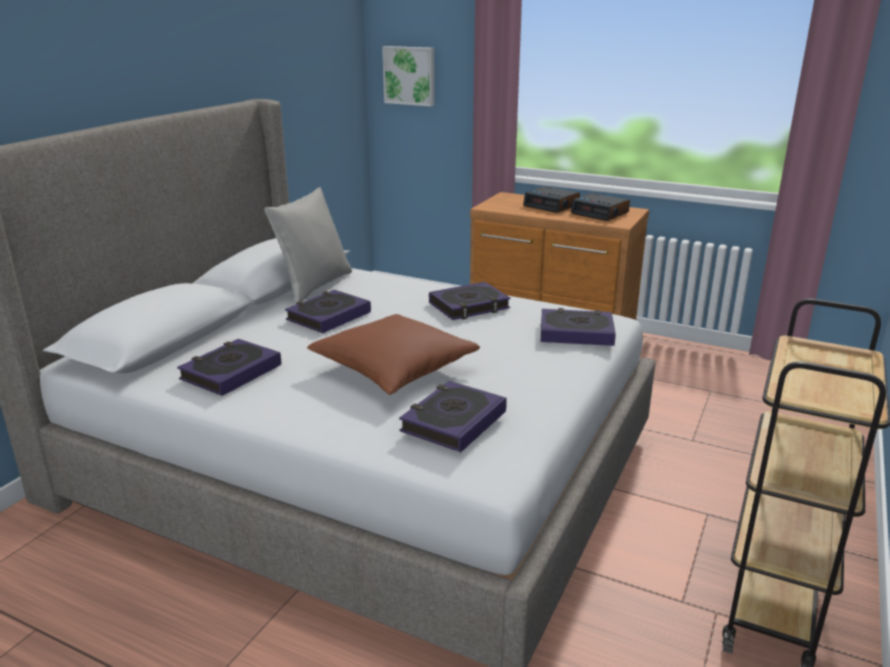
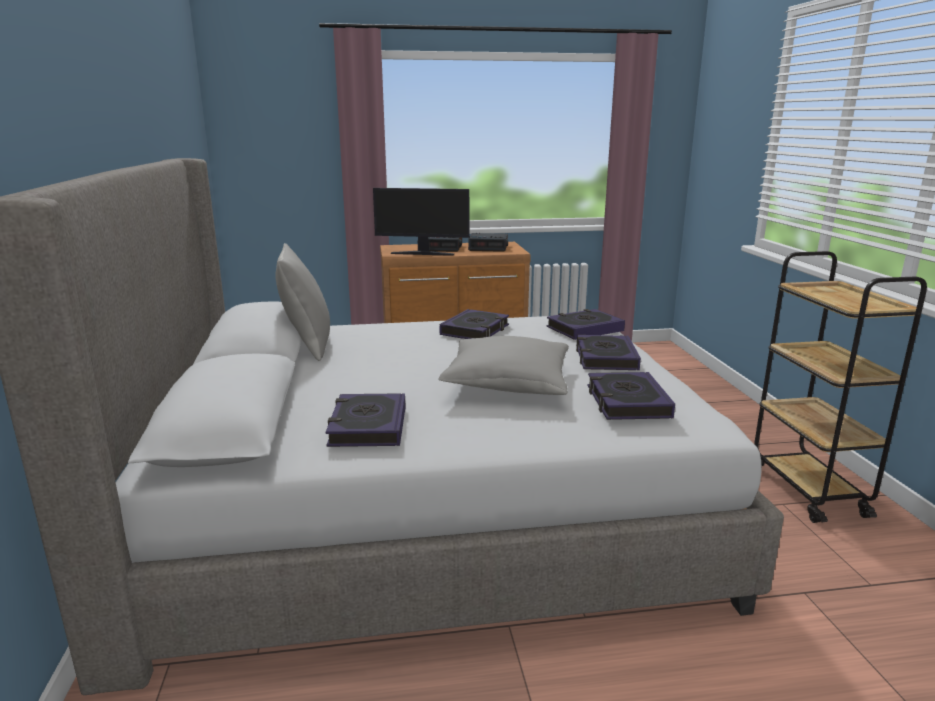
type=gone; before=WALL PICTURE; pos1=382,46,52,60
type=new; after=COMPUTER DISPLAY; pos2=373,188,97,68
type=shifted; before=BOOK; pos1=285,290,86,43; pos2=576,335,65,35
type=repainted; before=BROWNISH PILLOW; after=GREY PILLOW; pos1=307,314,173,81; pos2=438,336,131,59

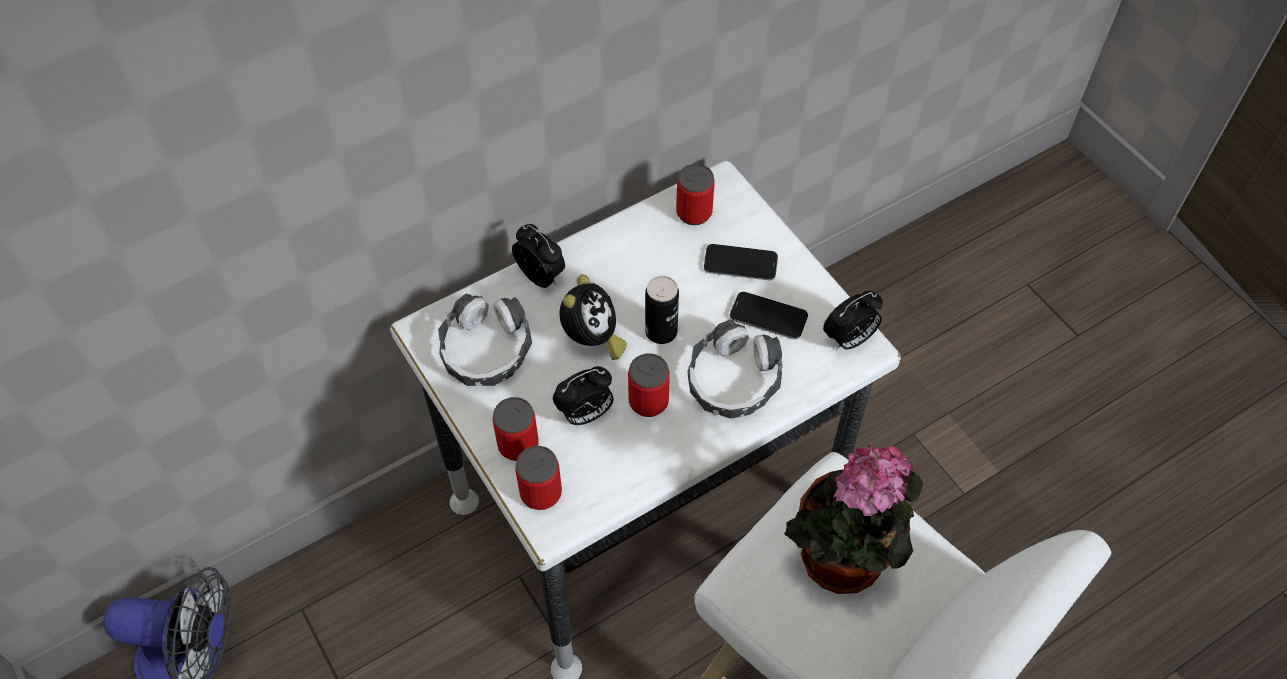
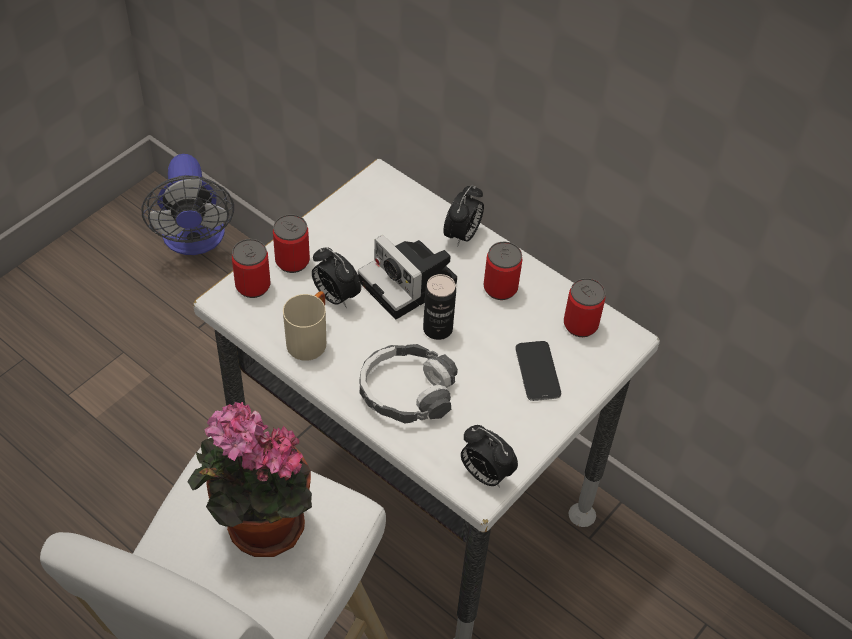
type=gone; before=PAIR OF HEADPHONES; pos1=438,294,94,92
type=gone; before=HANDSET; pos1=730,292,78,47
type=new; after=BEIGE-COLOURED TEA MUG; pos2=283,291,43,70
type=shifted; before=SEALED CAN; pos1=628,353,42,64; pos2=484,242,39,58
type=swapped; before=TABLE CLOCK; after=STILL CAMERA; pos1=560,274,67,86; pos2=358,235,99,84

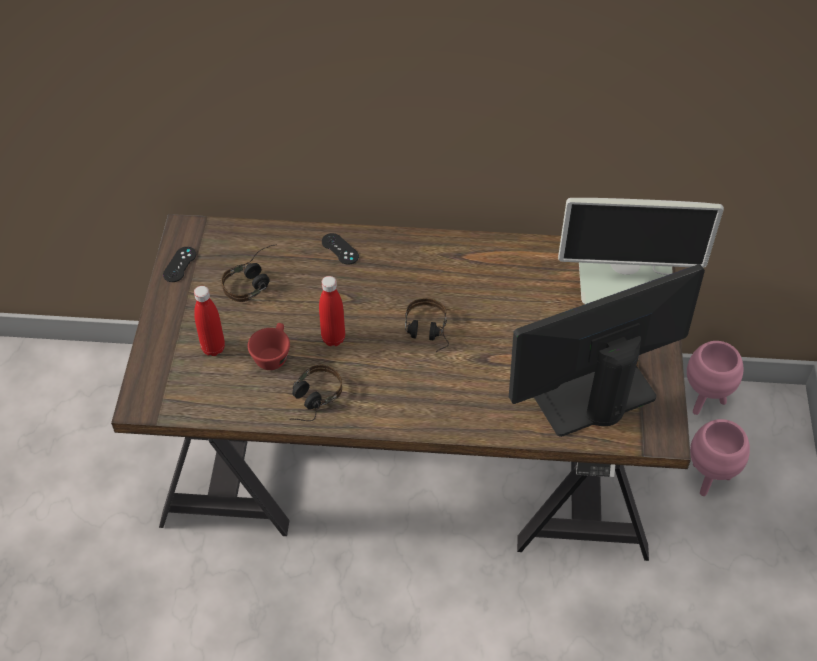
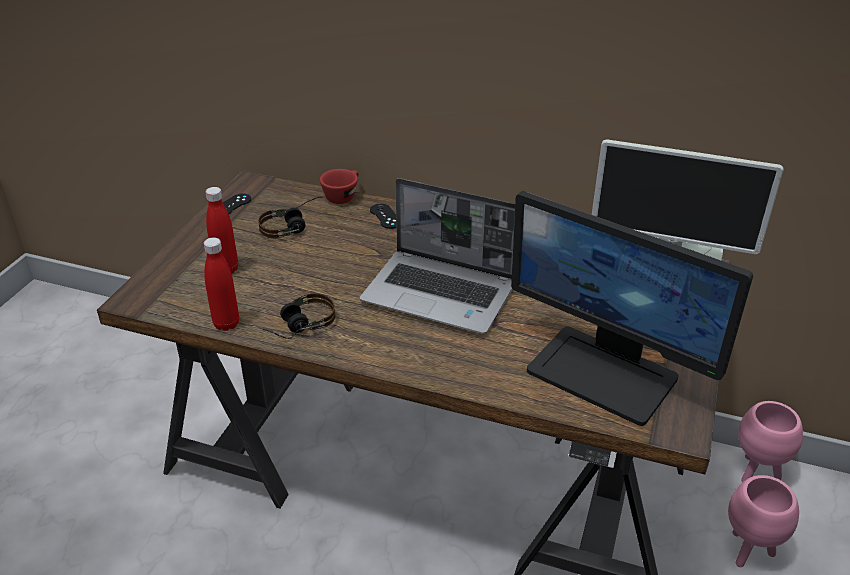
type=shifted; before=RED-COLOURED DRINKING CUP; pos1=248,323,42,47; pos2=320,169,39,35
type=shifted; before=RED-COLOURED DRINK BOTTLE; pos1=319,276,26,70; pos2=204,238,35,93
type=swapped; before=PAIR OF HEADPHONES; after=NOTEBOOK COMPUTER; pos1=405,298,44,54; pos2=360,178,155,156
type=rotated; before=COMPUTER DISPLAY; pos1=509,264,196,173; pos2=511,191,242,235; turn=-135

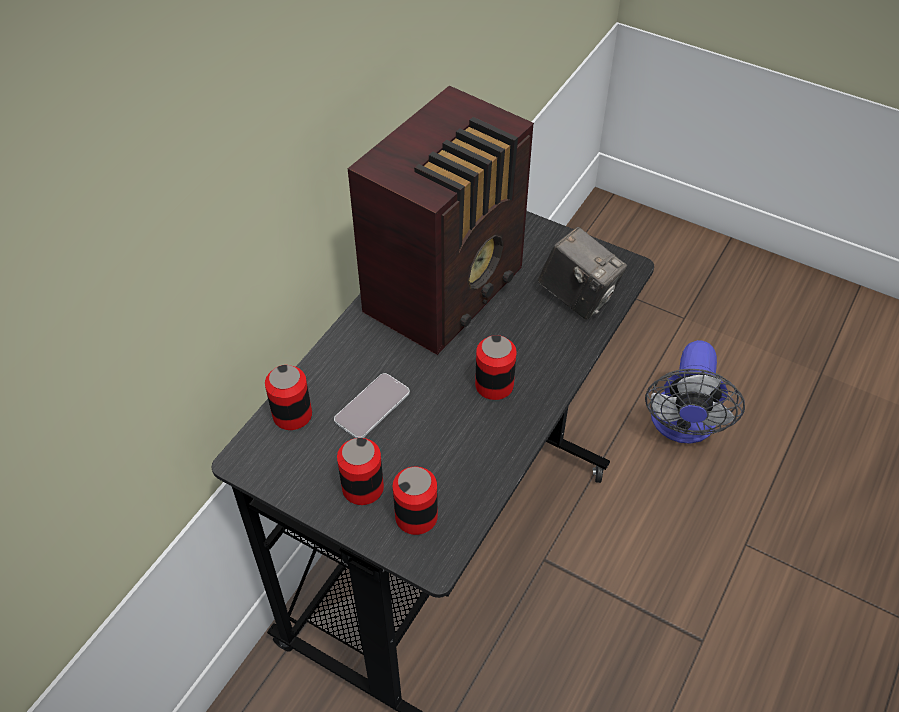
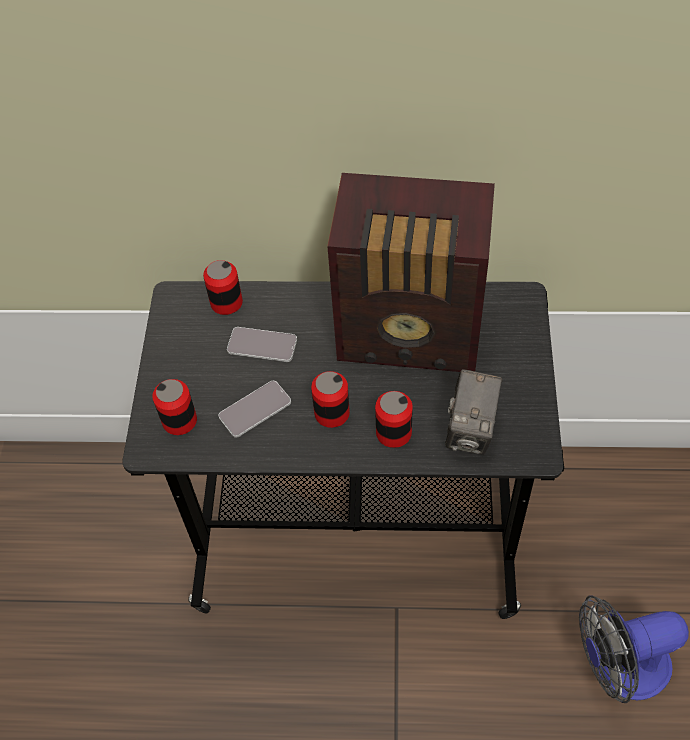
type=new; after=HANDSET; pos2=218,381,73,57
type=shifted; before=SEALED CAN; pos1=337,438,47,67; pos2=375,391,38,57

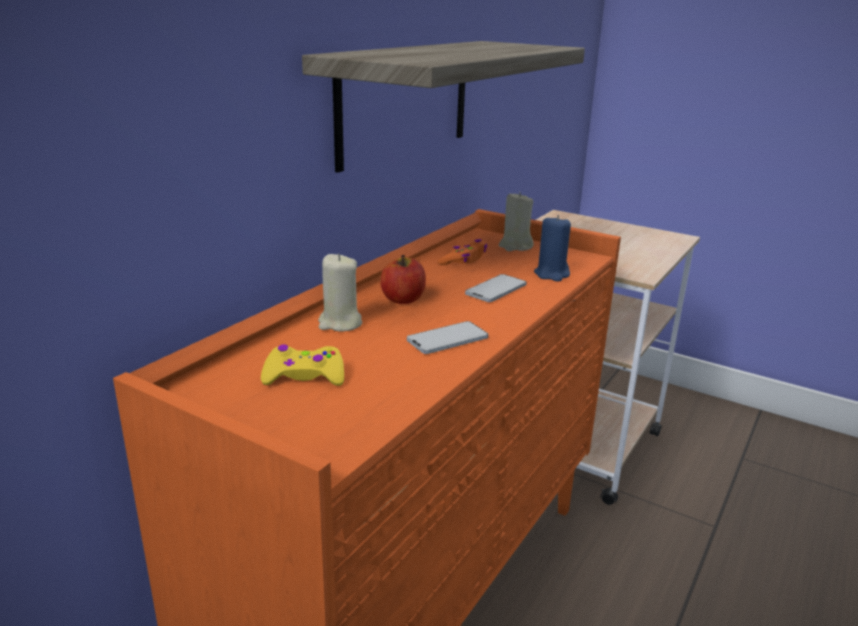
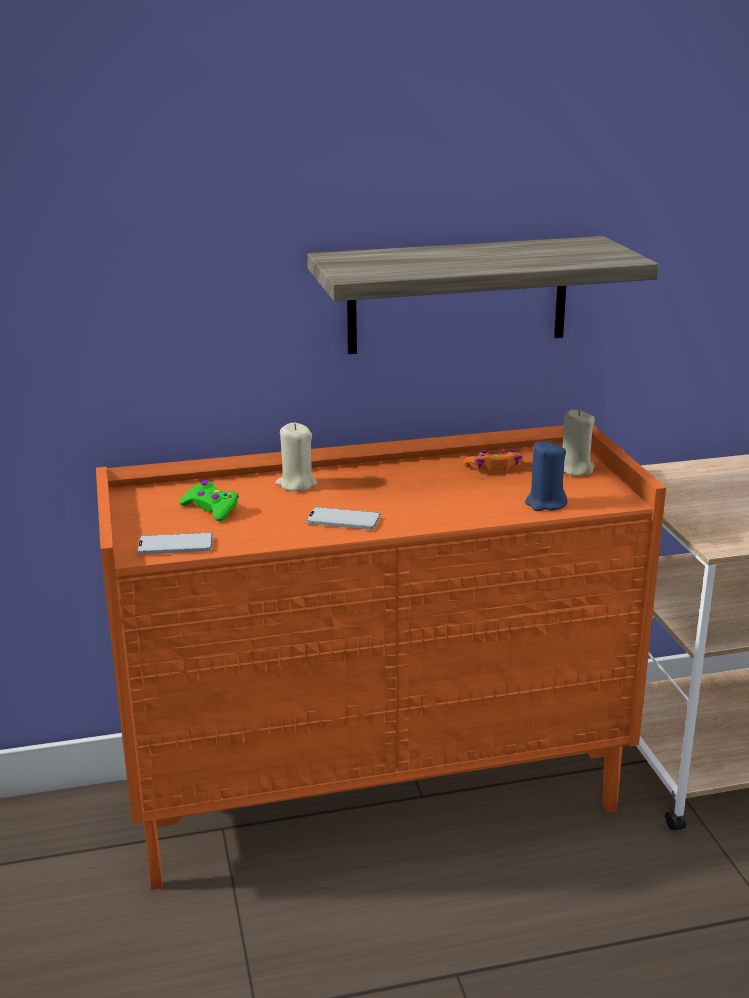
type=gone; before=APPLE; pos1=380,255,46,49
type=shifted; before=HANDSET; pos1=465,274,62,28; pos2=137,533,76,21
type=repainted; before=YELLOW-COLOURED JOYPAD; after=GREENISH JOYPAD; pos1=261,345,83,41; pos2=179,480,60,41

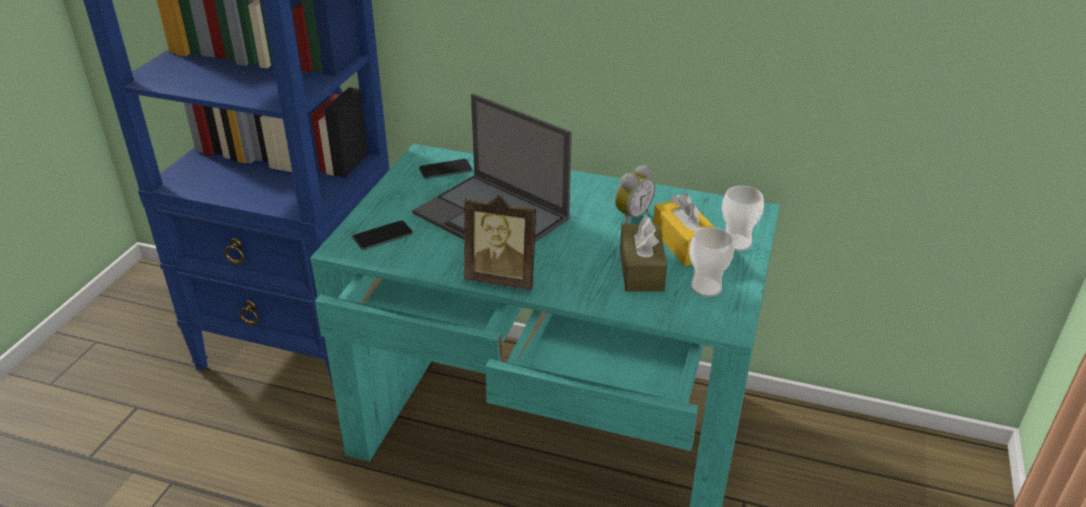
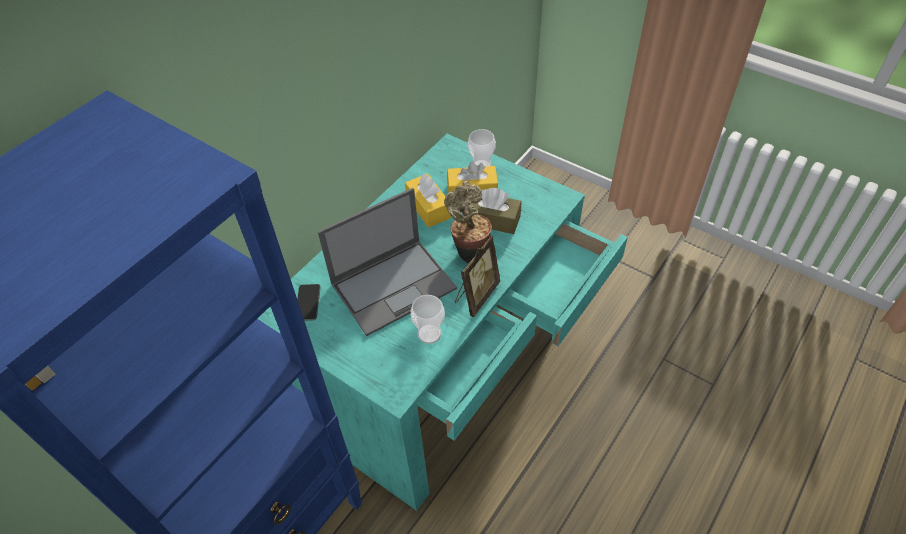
type=gone; before=HANDSET; pos1=353,220,60,30
type=new; after=POTTED PLANT; pos2=444,181,48,83
type=shifted; before=DRINKING CUP; pos1=689,227,45,70; pos2=411,295,34,49
type=swapped; before=TABLE CLOCK; after=YELLOW-COLOURED TISSUE HOLDER; pos1=615,165,40,59; pos2=405,174,46,54

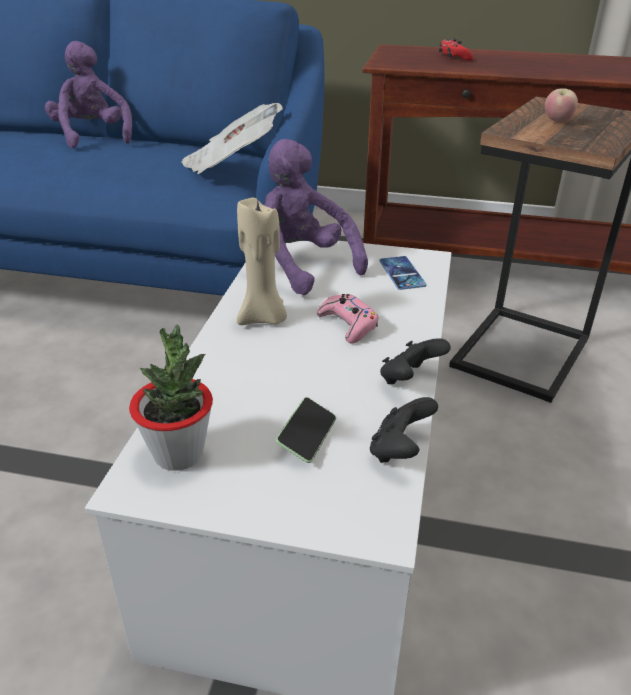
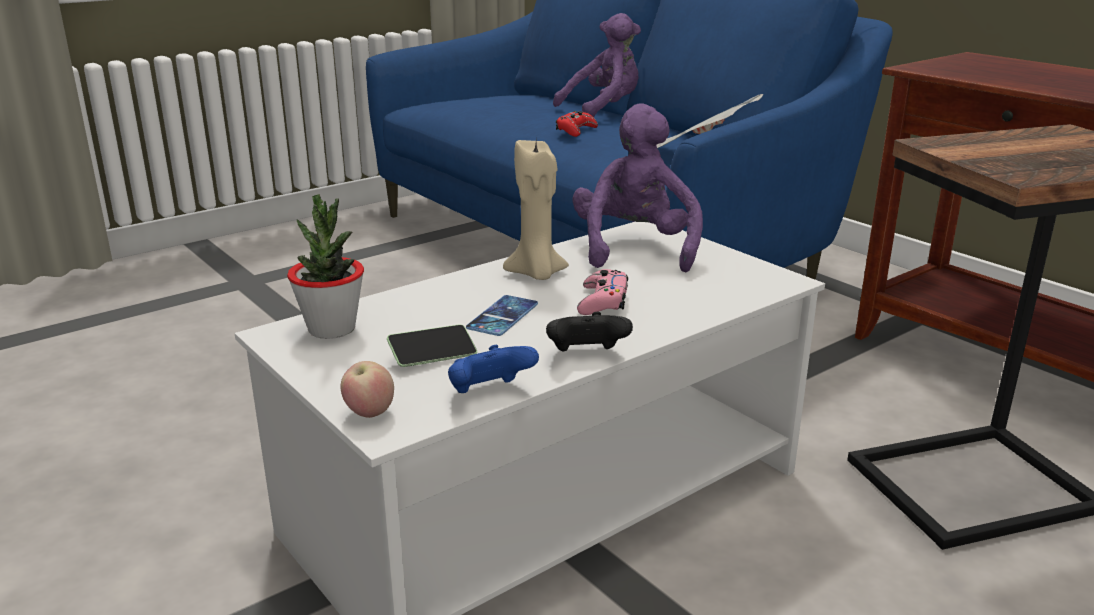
type=shifted; before=HANDSET; pos1=379,256,48,34; pos2=466,295,72,41
type=shifted; before=RED-COLOURED JOYPAD; pos1=439,38,35,23; pos2=556,111,42,26
type=shifted; before=APPLE; pos1=545,88,33,35; pos2=340,361,54,57
type=repainted; before=BLACK-COLOURED JOYPAD; after=BLUE-COLOURED JOYPAD; pos1=370,397,68,66; pos2=448,345,91,48
type=rotated; before=PURPLISH PLUSH TOY; pos1=45,41,87,107; pos2=553,13,88,104; turn=45

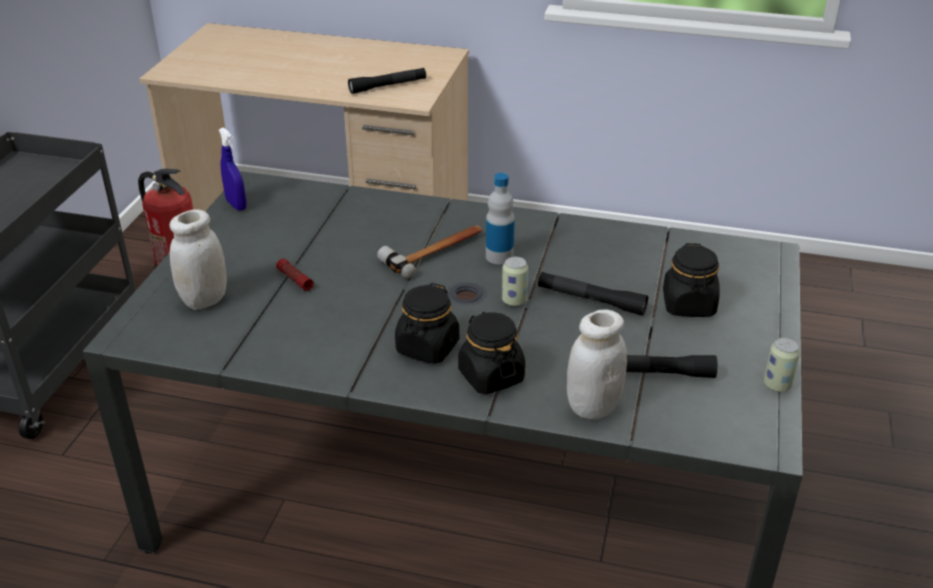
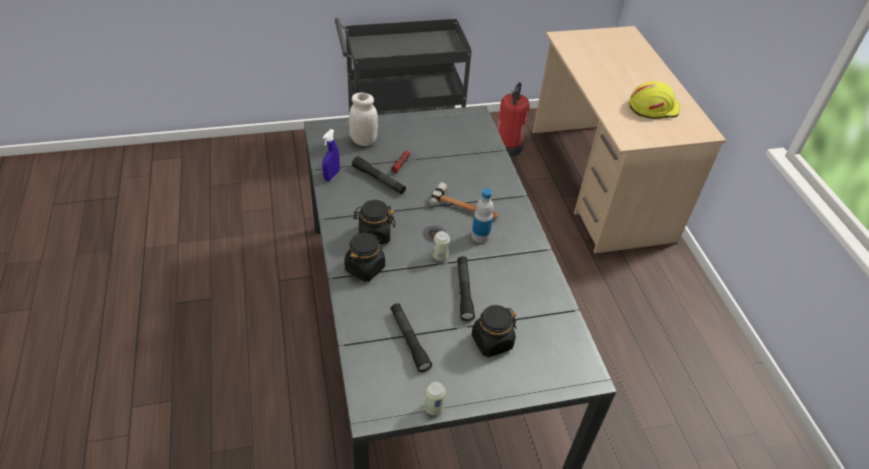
type=gone; before=WHITE PRESERVE JAR; pos1=567,309,60,110
type=new; after=YELLOW-COLOURED WORK HELMET; pos2=629,81,51,38
type=shifted; before=BLUE-COLOURED SPRAYER; pos1=219,127,27,84; pos2=322,129,18,52
type=shifted; before=BLACK-COLOURED FLASHLIGHT; pos1=348,68,78,26; pos2=352,156,54,38

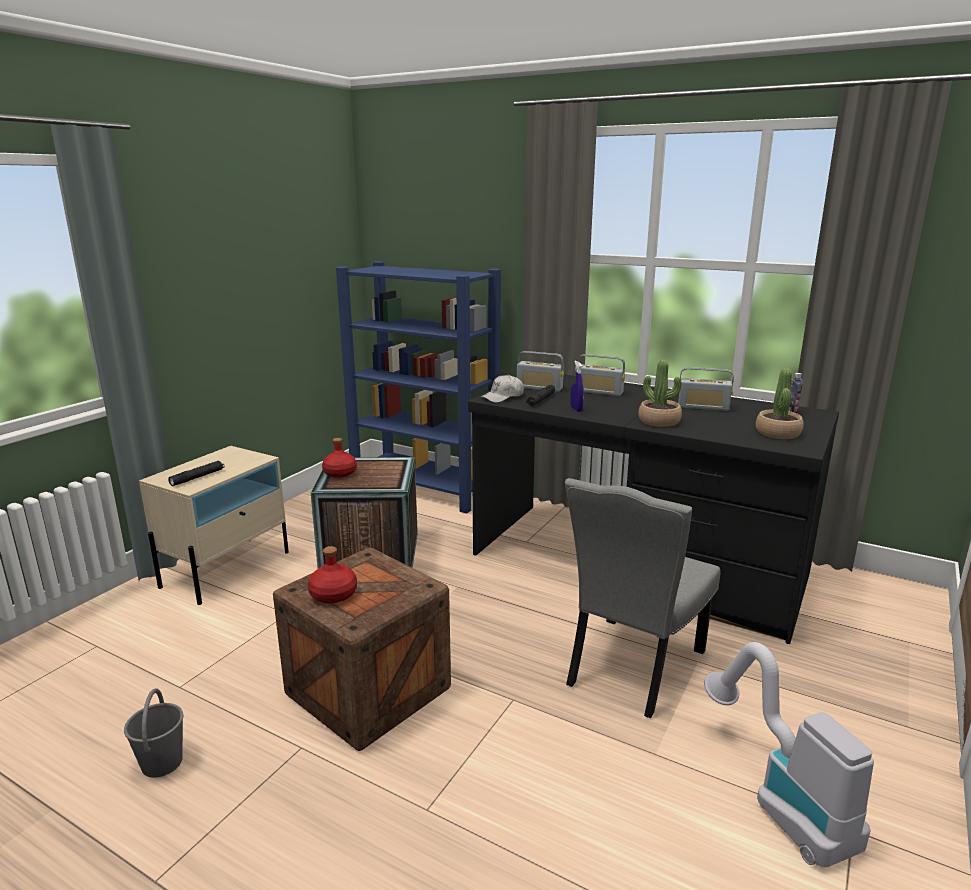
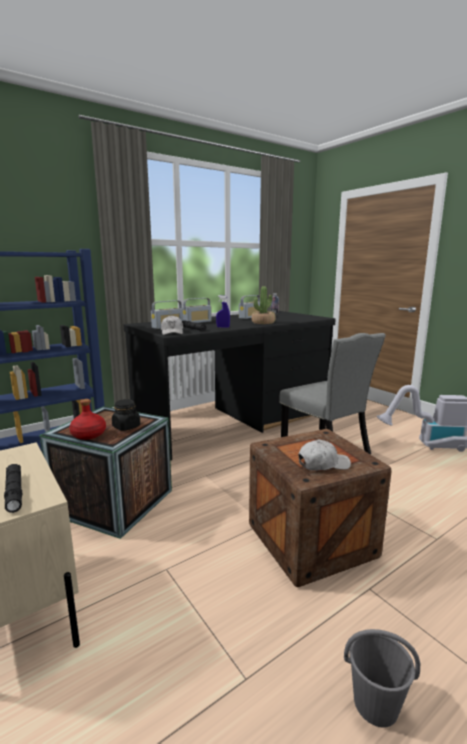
type=gone; before=POTTED PLANT; pos1=756,368,48,71
type=new; after=BLACK-COLOURED PRESERVE JAR; pos2=112,399,28,32
type=swapped; before=RED-COLOURED DRINK BOTTLE; after=WHITE CAP; pos1=308,546,49,57; pos2=298,439,53,31

